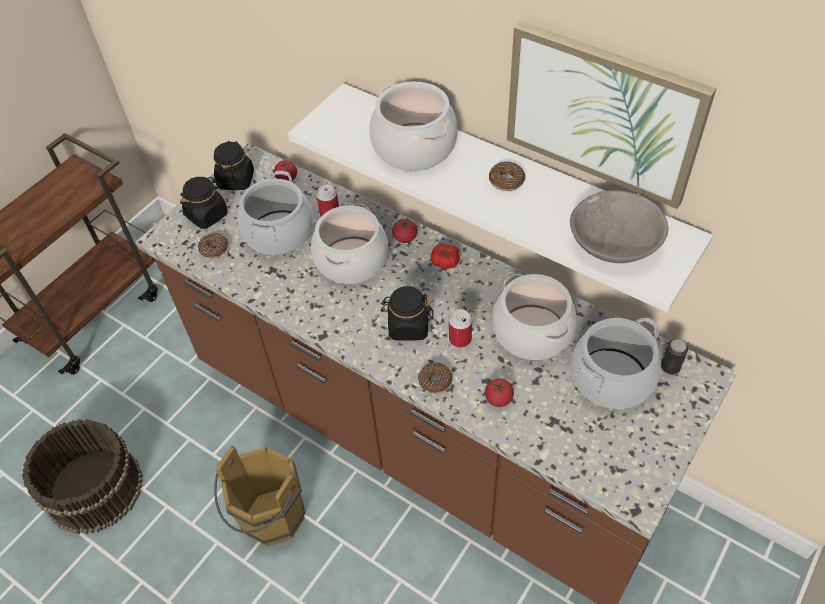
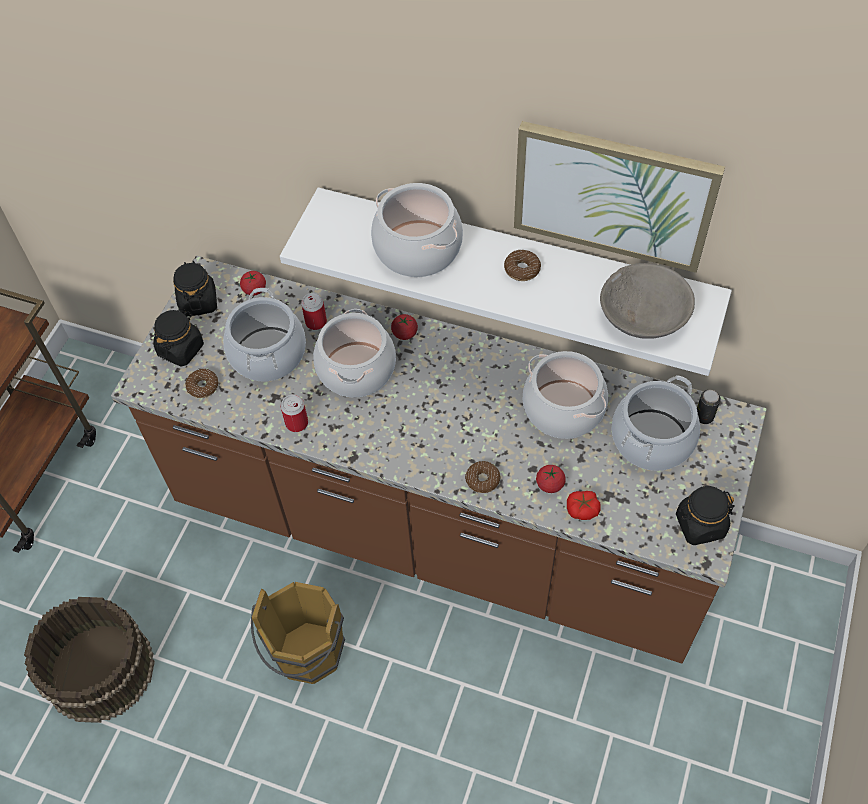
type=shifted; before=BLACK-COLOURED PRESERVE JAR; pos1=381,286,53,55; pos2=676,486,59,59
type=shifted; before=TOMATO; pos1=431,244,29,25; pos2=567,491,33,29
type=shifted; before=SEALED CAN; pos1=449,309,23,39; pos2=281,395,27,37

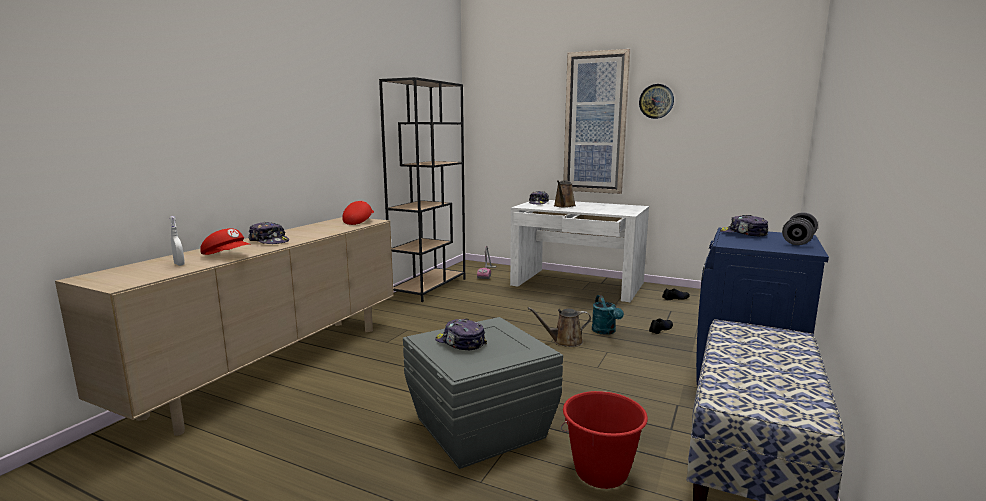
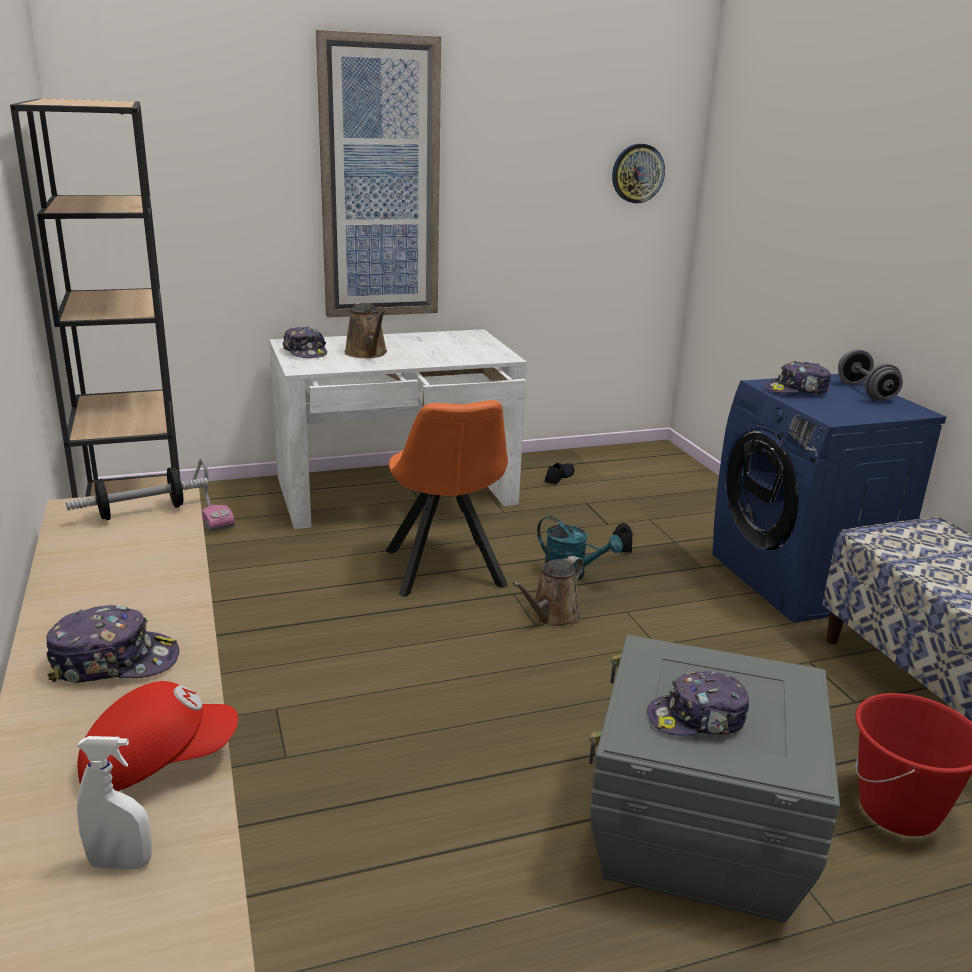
type=new; after=ORANGEY PLAIN CHAIR; pos2=386,400,122,197
type=shifted; before=WALL CLOCK; pos1=639,84,35,35; pos2=612,144,53,59
type=swapped; before=RED-COLOURED CAP; after=HAND WEIGHT; pos1=342,201,32,24; pos2=66,467,143,53

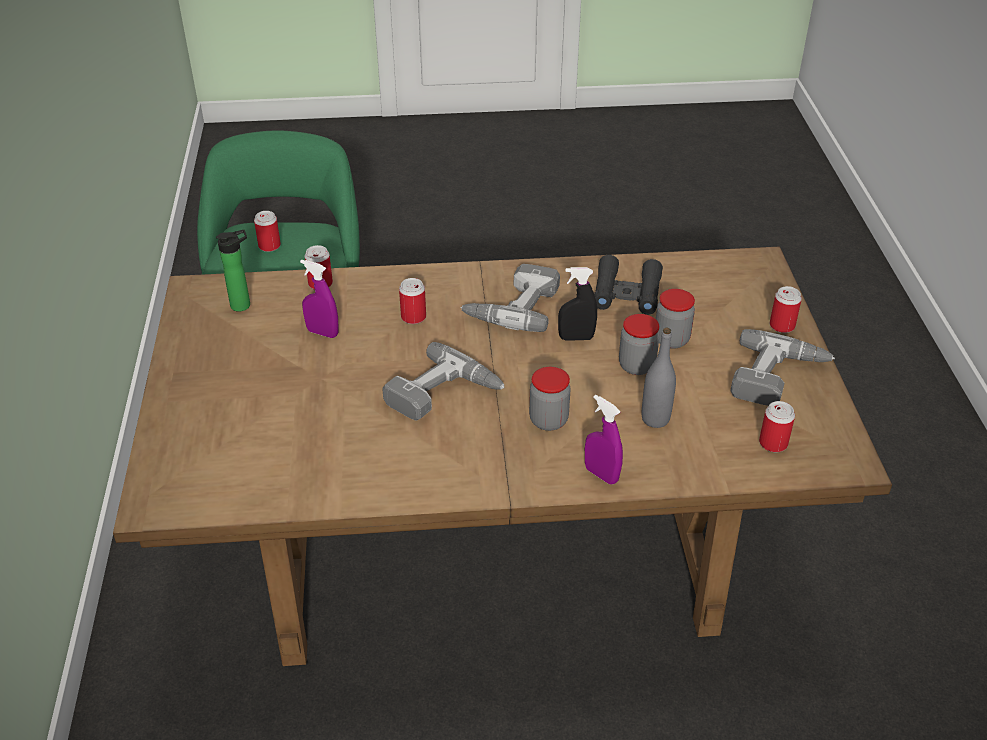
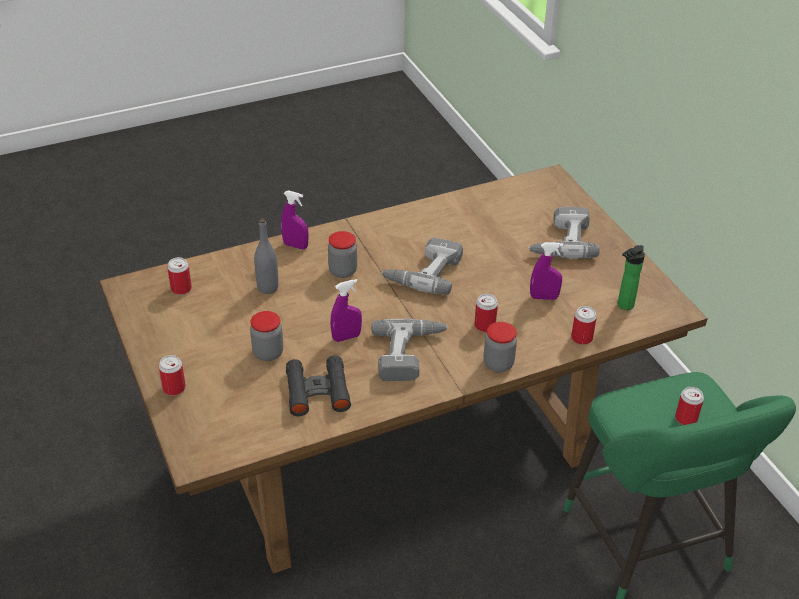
type=shifted; before=PRESERVE JAR; pos1=619,314,41,61; pos2=483,322,34,50
type=shifted; before=ELECTRIC DRILL; pos1=730,329,105,77; pos2=528,207,72,52
type=repainted; before=BLACK-COLOURED SPRAYER; after=PURPLISH SPRAYER; pos1=558,267,39,74; pos2=330,279,32,63

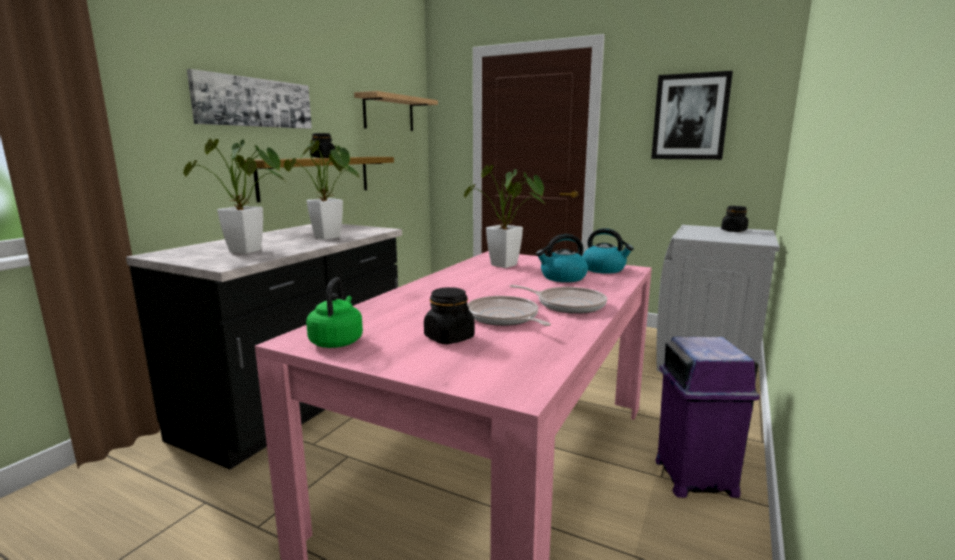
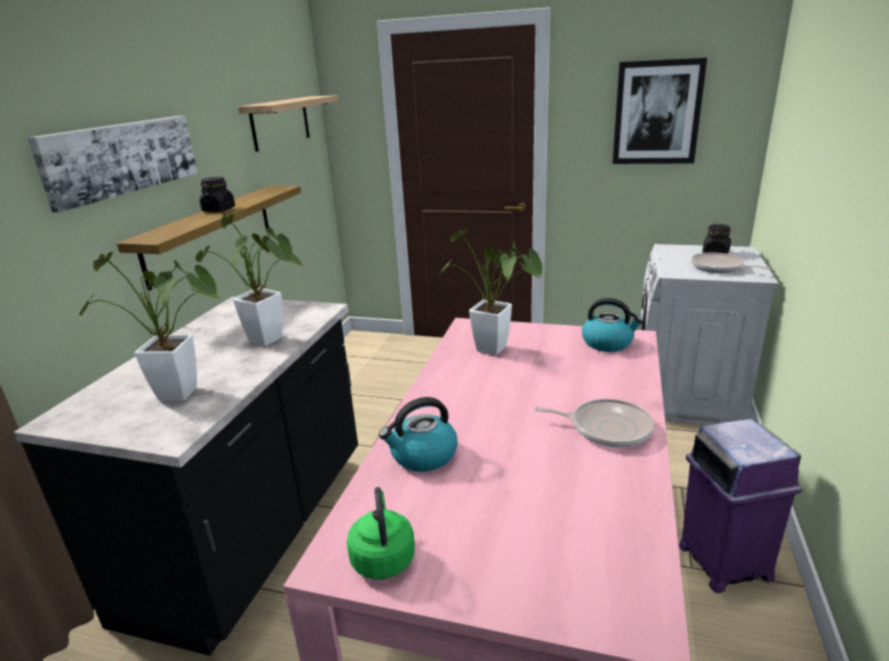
type=gone; before=BLACK-COLOURED PRESERVE JAR; pos1=424,287,51,57
type=shifted; before=FRYING PAN; pos1=467,296,84,30; pos2=691,253,79,20
type=shifted; before=KETTLE; pos1=536,234,52,48; pos2=379,397,79,75

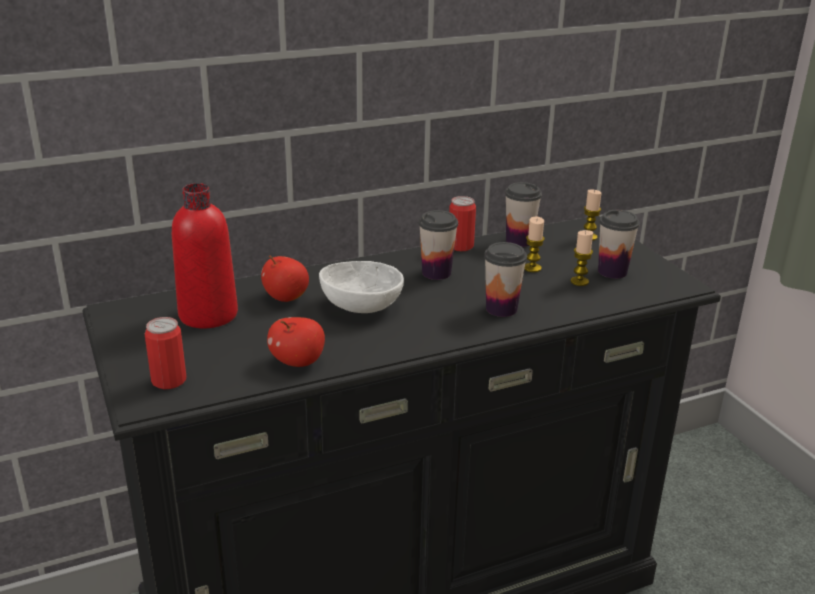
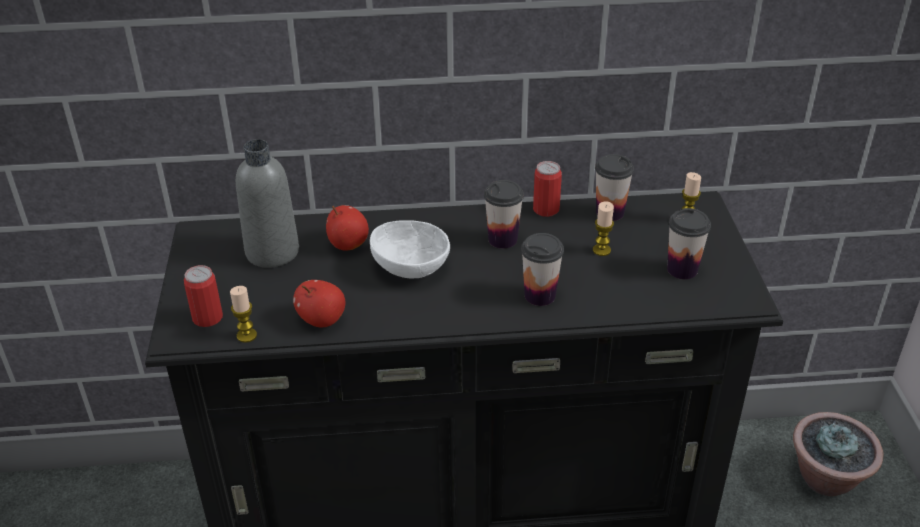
type=new; after=POTTED PLANT; pos2=793,412,91,84
type=shifted; before=WAX LIGHT; pos1=570,230,23,56; pos2=230,286,27,57
type=repainted; before=RED-COLOURED DRINK BOTTLE; after=GREY DRINK BOTTLE; pos1=172,183,66,145; pos2=236,139,63,129

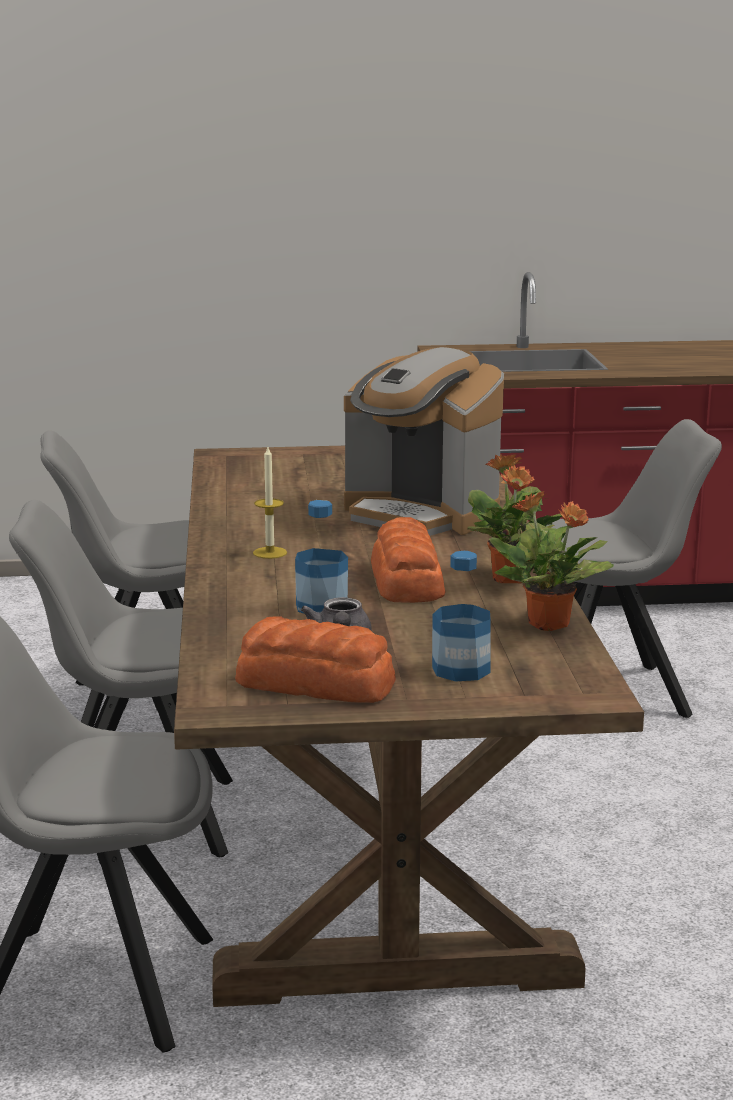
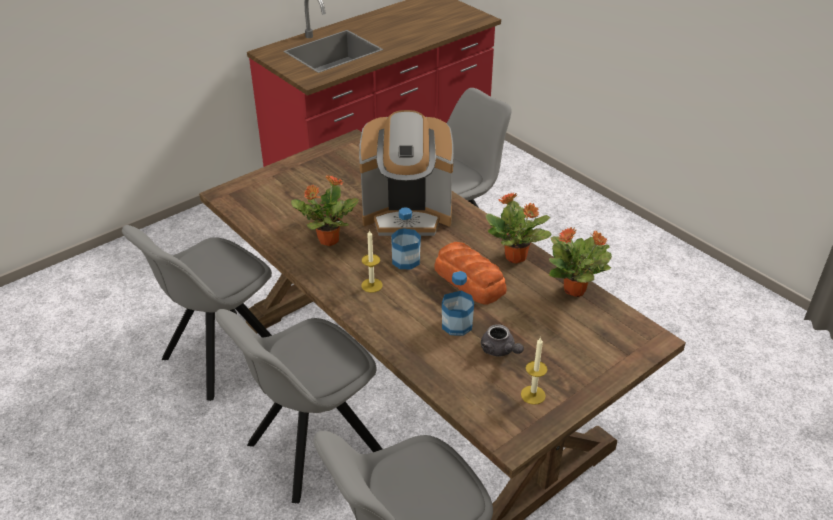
type=new; after=POTTED PLANT; pos2=291,175,68,71
type=shifted; before=DRINK BOTTLE; pos1=432,551,59,130; pos2=391,207,30,62
type=swapped; before=BAKERY BREAD; after=WAX LIGHT; pos1=235,616,161,87; pos2=521,337,26,68

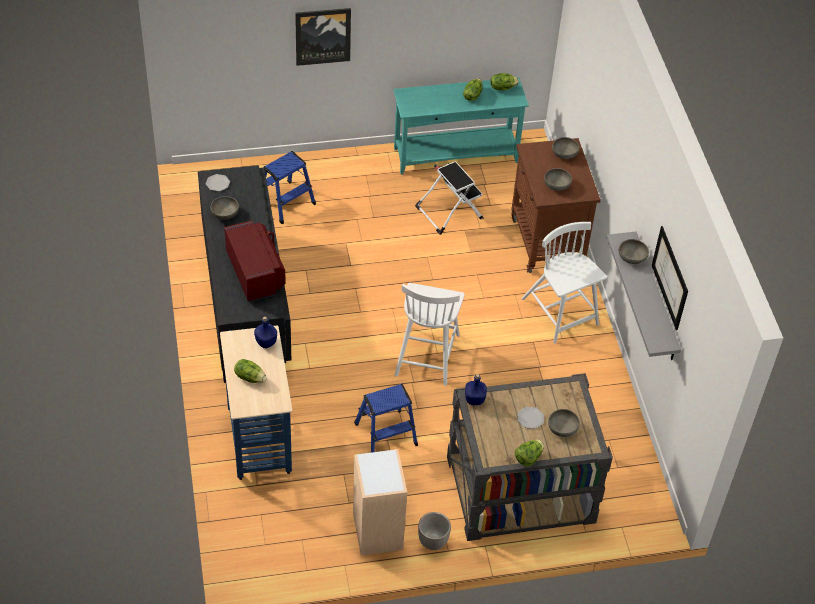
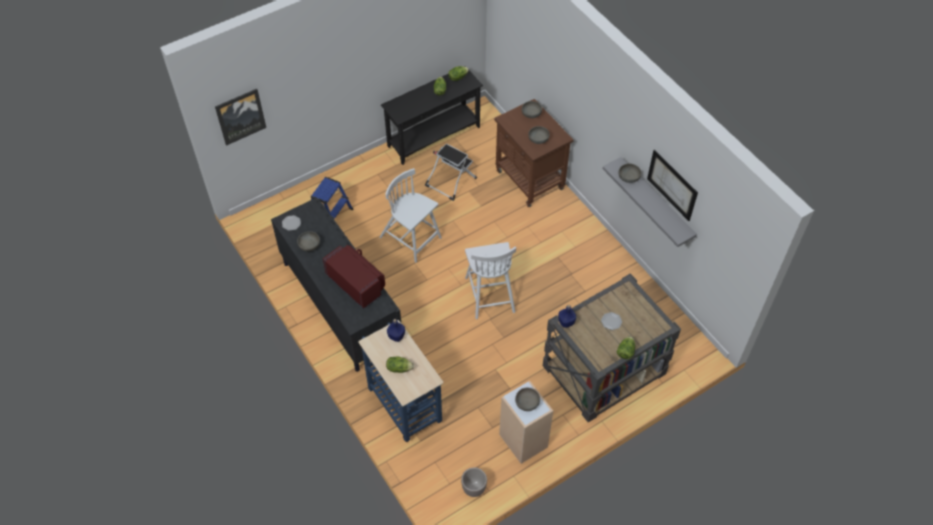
type=gone; before=BLUE-COLOURED STEPLADDER; pos1=354,383,64,70
type=shifted; before=WALL PICTURE; pos1=295,8,56,58; pos2=215,89,51,57
type=shifted; before=PLANTER; pos1=418,512,33,38; pos2=461,467,26,30
type=shifted; before=WHITE PLAIN CHAIR; pos1=521,222,86,121; pos2=379,168,63,95
type=shifted; before=GREY DEEP DISH; pos1=548,409,32,28; pos2=515,388,25,23
type=repainted; before=TURQUOISE CONSOLE TABLE; after=BLACK-COLOURED CONSOLE TABLE; pos1=393,77,136,98; pos2=381,66,102,99

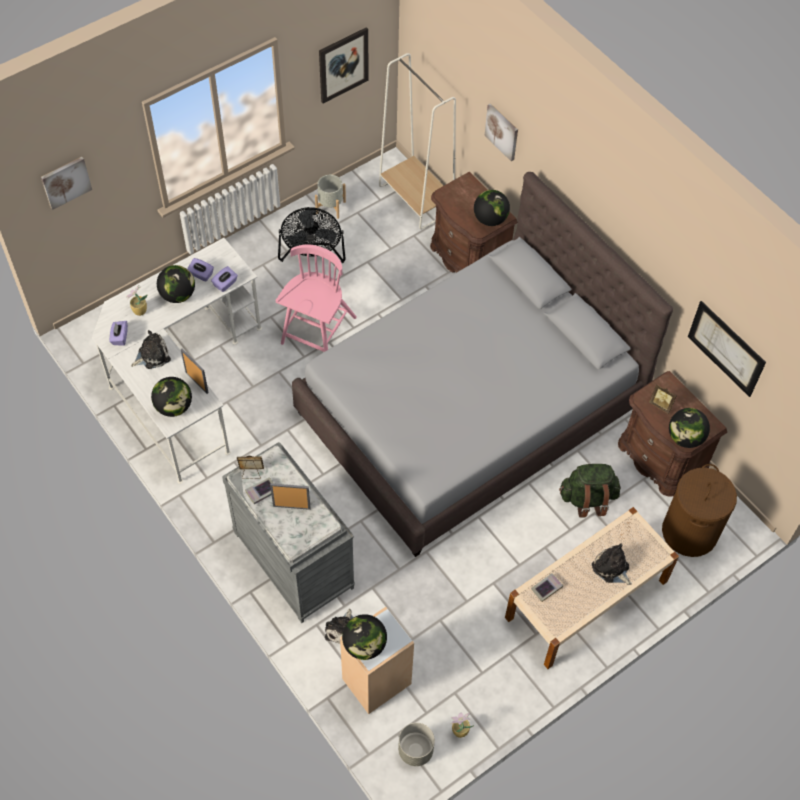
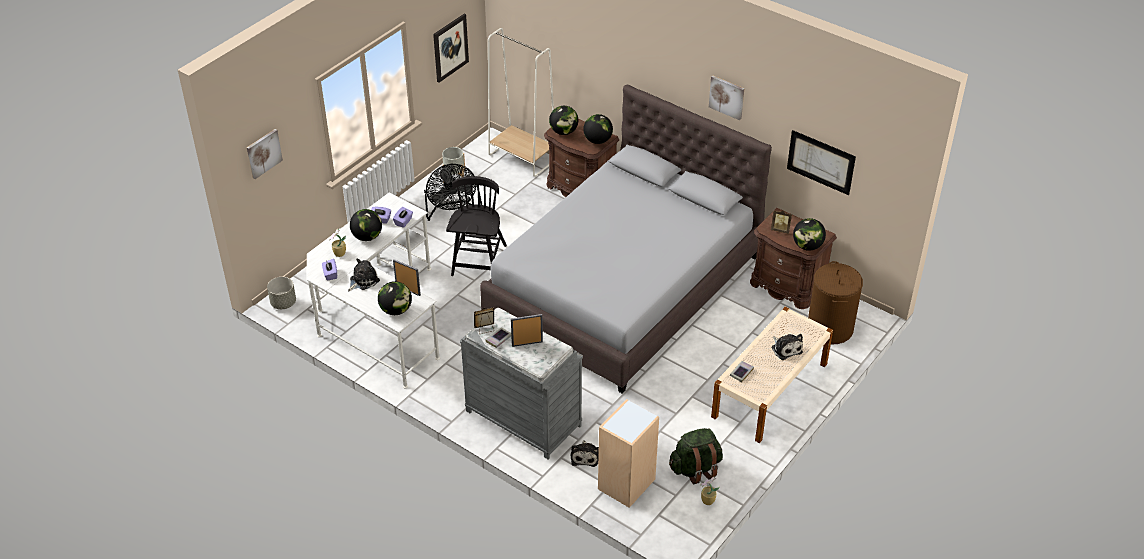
type=shifted; before=GLOBE; pos1=342,614,45,46; pos2=549,106,29,29
type=shifted; before=GREY PLANTER; pos1=398,723,37,43; pos2=267,277,29,32
type=shifted; before=WALL PICTURE; pos1=484,103,34,58; pos2=709,76,36,44
type=shifted; before=GREENISH BACKPACK; pos1=559,464,62,54; pos2=669,428,54,56
type=repainted; before=PINKISH PLAIN CHAIR; after=BLACK-COLOURED PLAIN CHAIR; pos1=275,244,82,108; pos2=446,176,61,100
type=rotated; before=PLUSH TOY; pos1=592,543,40,42; pos2=771,334,32,26; turn=-150

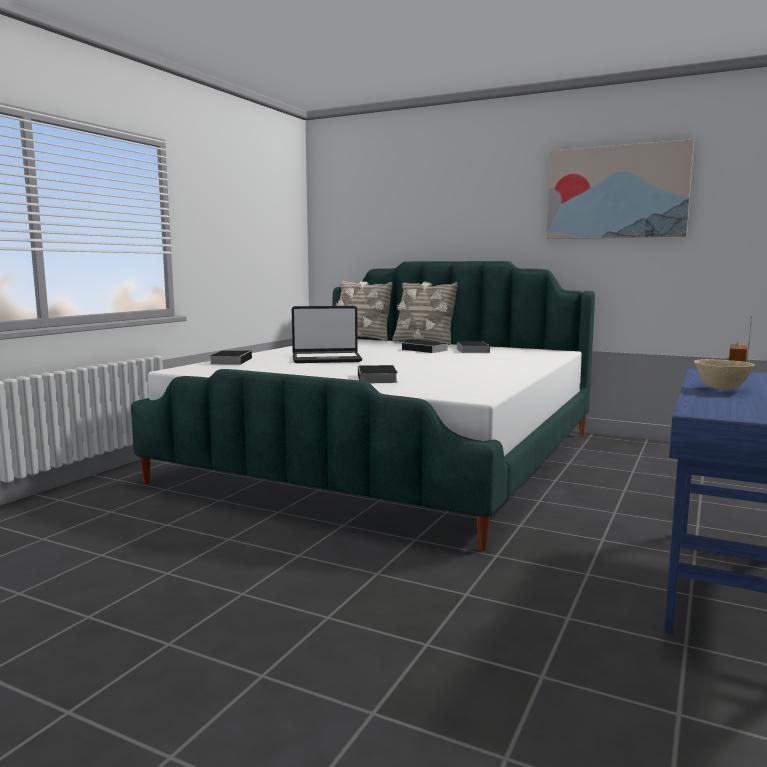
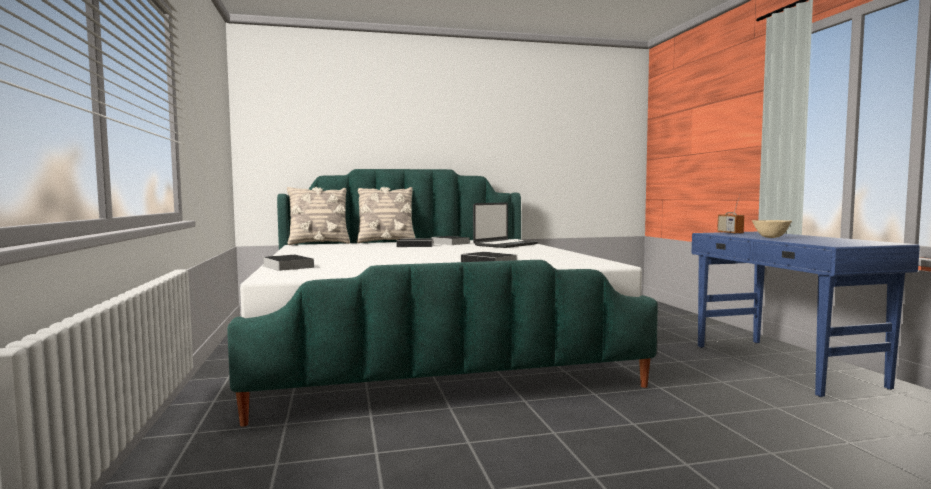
type=gone; before=WALL PICTURE; pos1=546,139,148,100
type=shifted; before=NOTEBOOK COMPUTER; pos1=292,306,70,57; pos2=473,202,65,46

